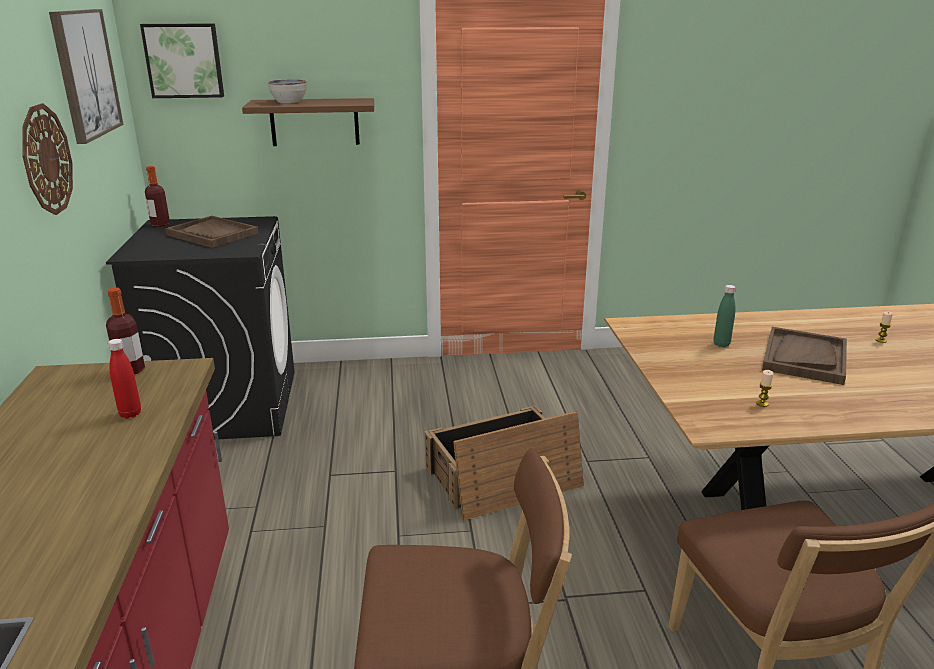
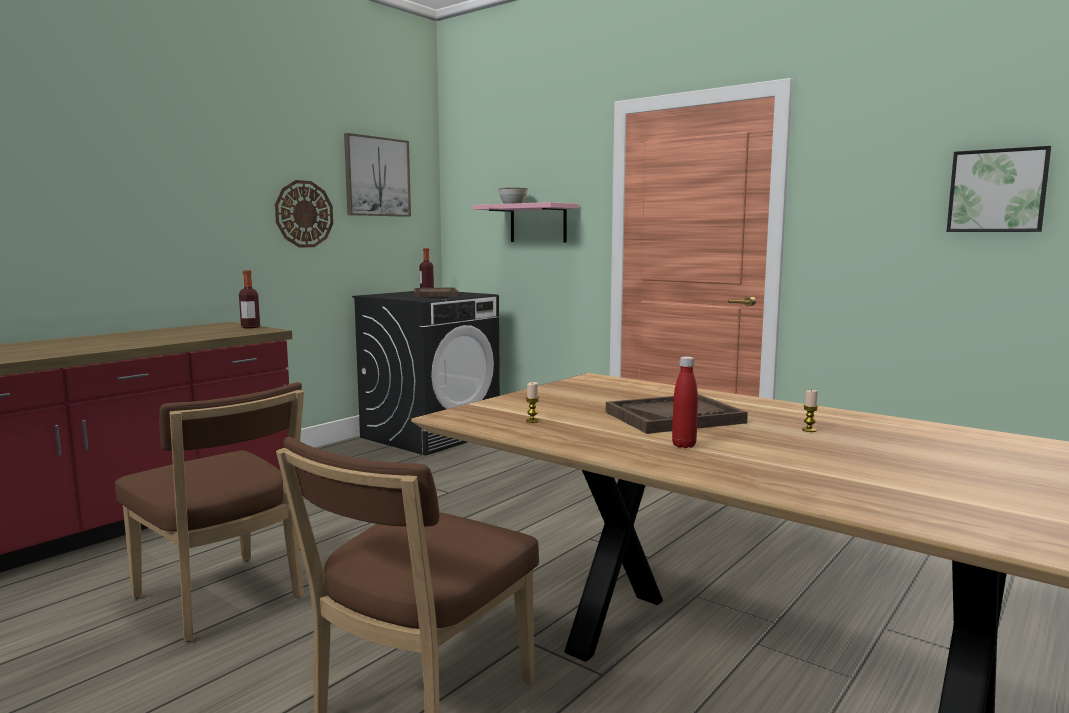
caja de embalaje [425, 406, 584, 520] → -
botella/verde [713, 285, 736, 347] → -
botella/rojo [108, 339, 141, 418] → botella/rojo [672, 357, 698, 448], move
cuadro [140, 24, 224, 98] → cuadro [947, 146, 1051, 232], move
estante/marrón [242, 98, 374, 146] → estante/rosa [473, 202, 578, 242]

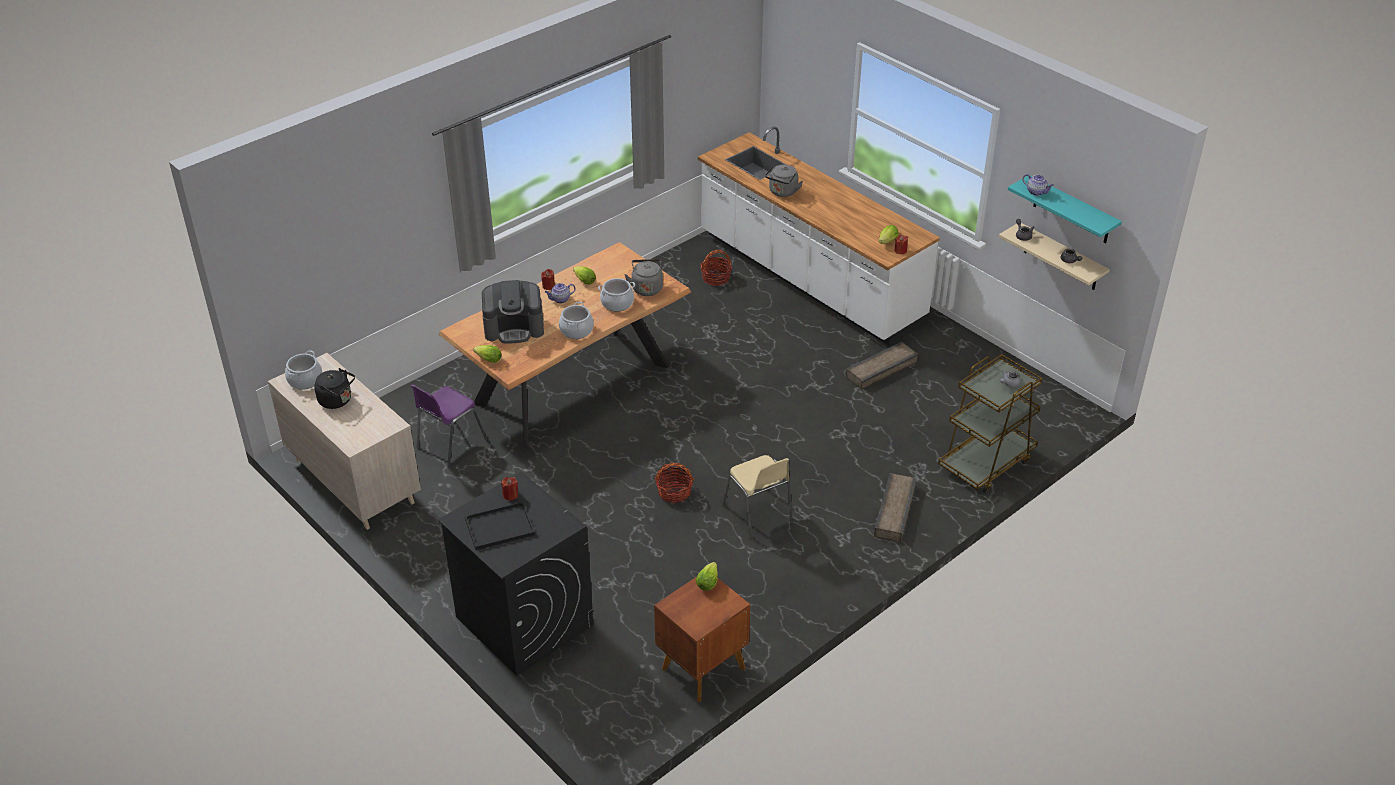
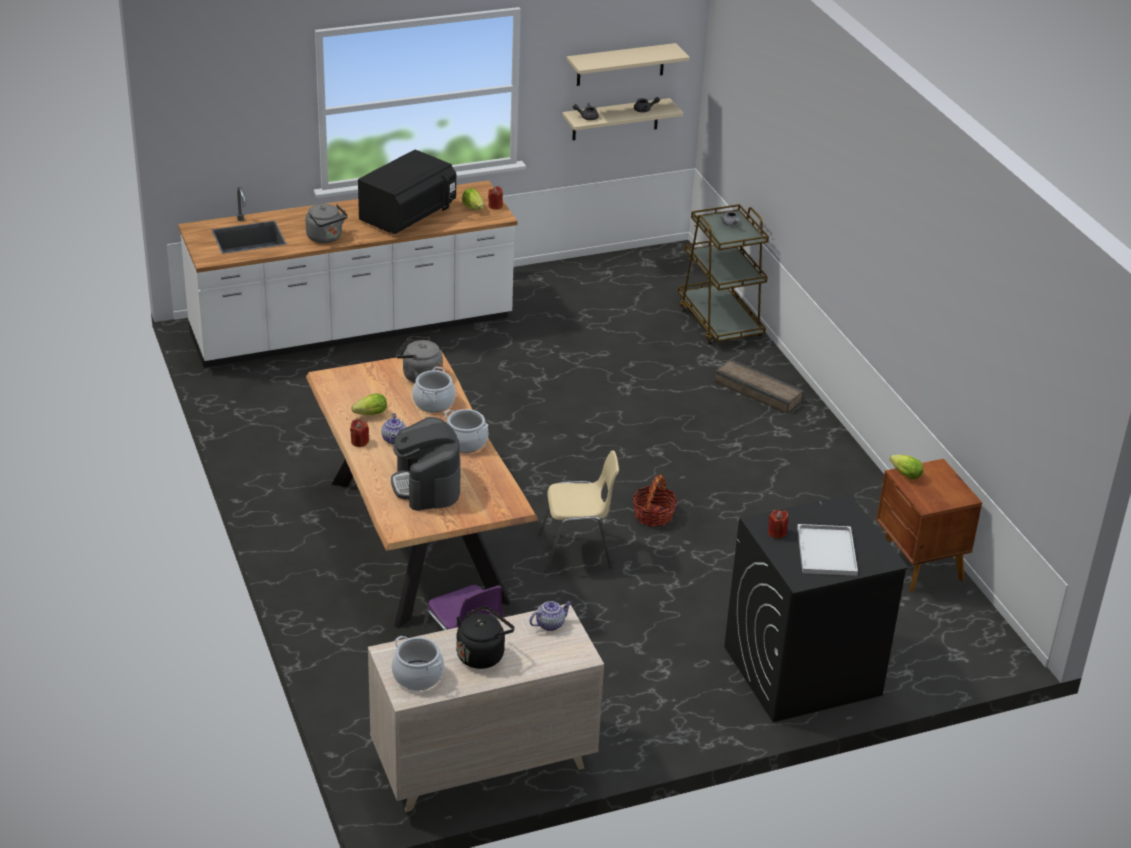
lechuga [473, 345, 502, 363] → -
cesta [700, 249, 732, 286] → -
caja de embalaje [846, 342, 918, 390] → -
- → microondas/negro [358, 150, 456, 234]
silla/beis [722, 455, 793, 540] → silla/beis [539, 450, 619, 573], move
tetera [1023, 174, 1054, 196] → tetera [529, 601, 572, 631], move
bandeja/negro [465, 502, 535, 550] → bandeja/blanco [797, 524, 858, 576]
estante/turquesa [1008, 176, 1122, 243] → estante/beis [566, 43, 690, 86]
cafetera [482, 280, 544, 344] → cafetera [391, 417, 461, 511], 150 degrees clockwise

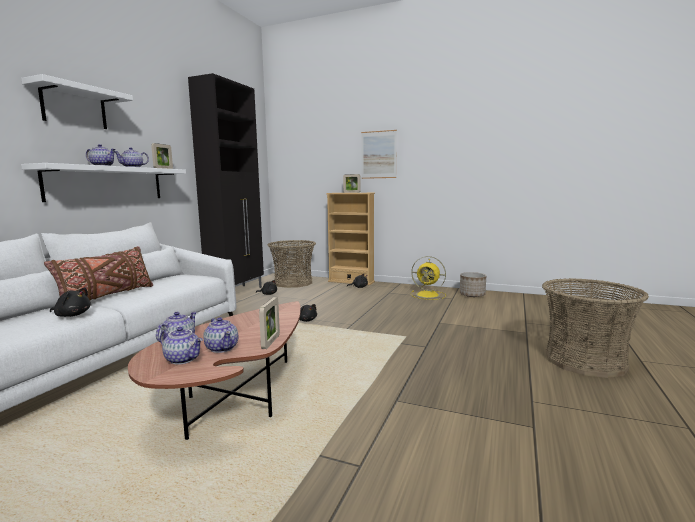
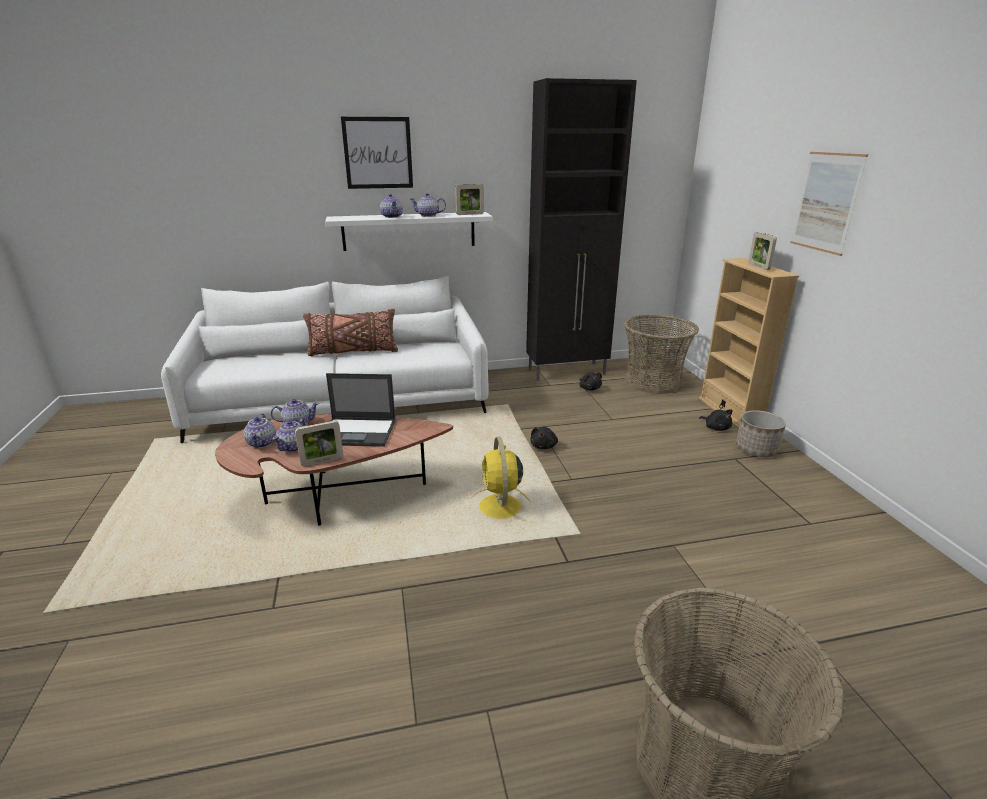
peluche/negro [50, 287, 91, 317] → -
- → portátil [326, 373, 396, 447]
ventilador/amarillo [411, 256, 446, 300] → ventilador/amarillo [471, 437, 531, 519], move
maceta [460, 272, 486, 297] → maceta [736, 410, 786, 457], move
estante/blanco [21, 74, 133, 129] → cuadro [341, 117, 413, 189]

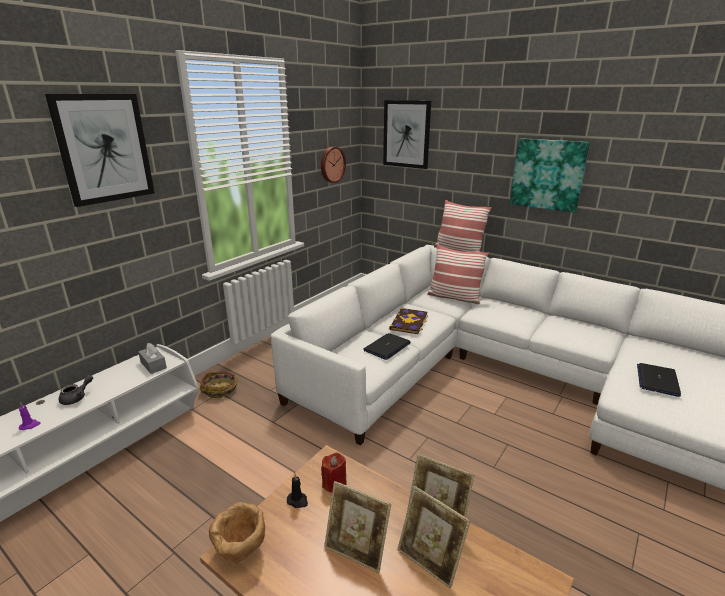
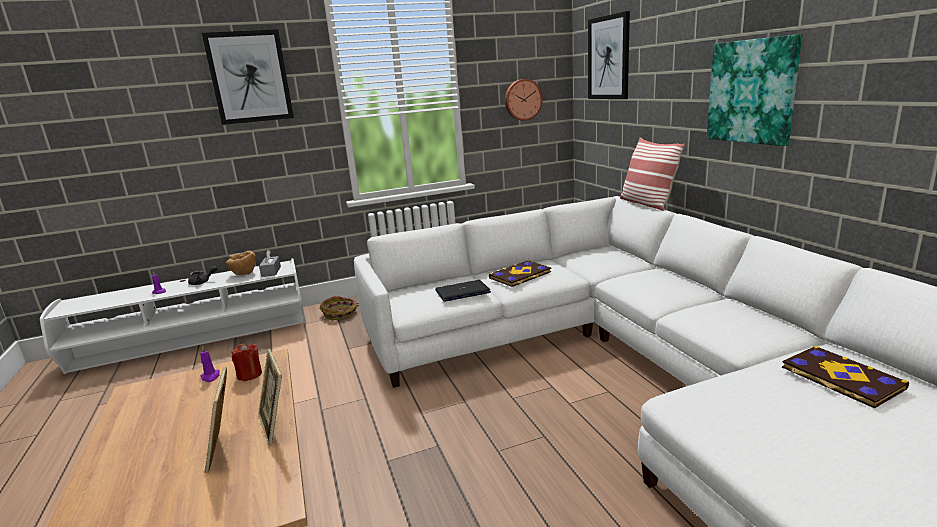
portarretratos [324, 481, 391, 573] → -
cojín [427, 244, 489, 304] → -
portátil [637, 363, 681, 397] → -
- → libro [782, 346, 909, 408]
cuenco/marrón [209, 502, 265, 563] → cuenco/marrón [226, 251, 256, 275], move
vela/negro [287, 474, 308, 508] → vela/morado [200, 346, 220, 382]

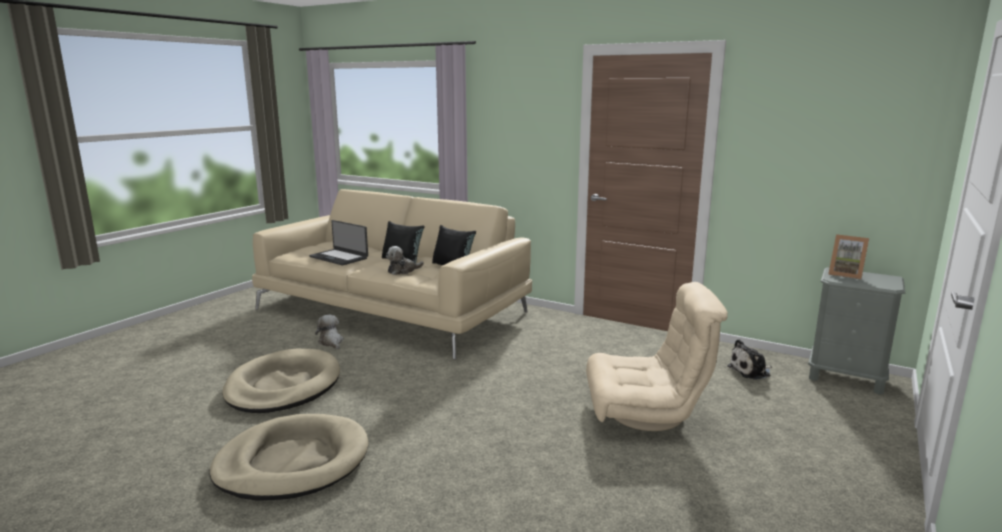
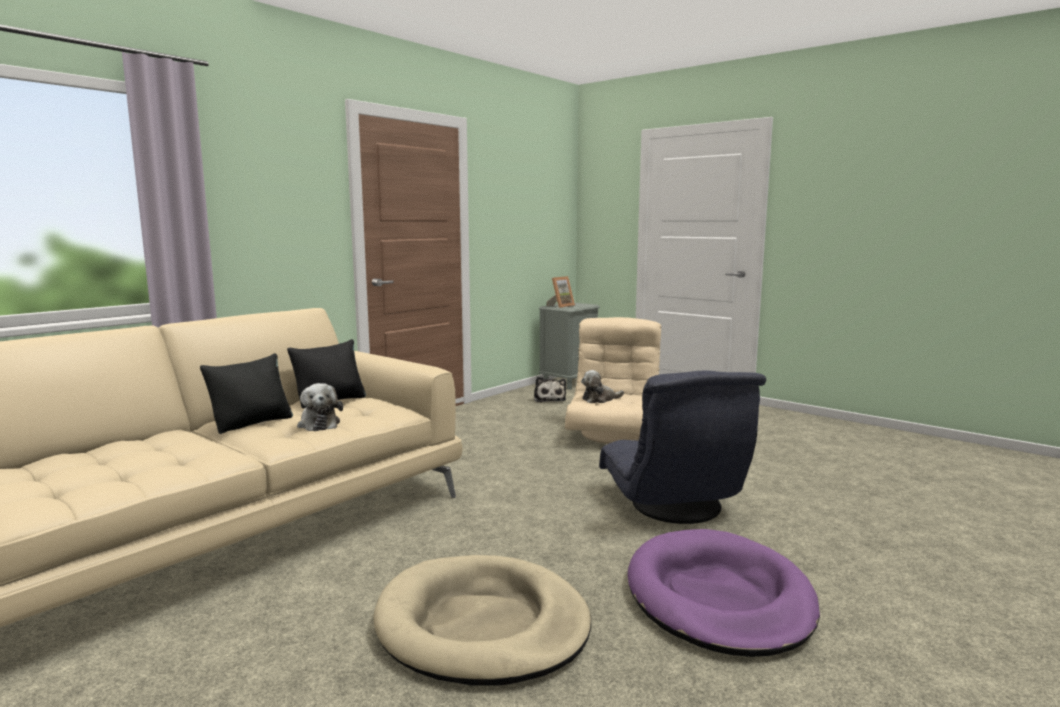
portátil [309, 220, 368, 266] → -
- → sillón/gris [599, 370, 766, 524]
peluche [315, 315, 344, 349] → peluche [581, 370, 624, 403], move
cama para perro/beis [209, 414, 369, 500] → cama para perro/morado [627, 529, 820, 657]

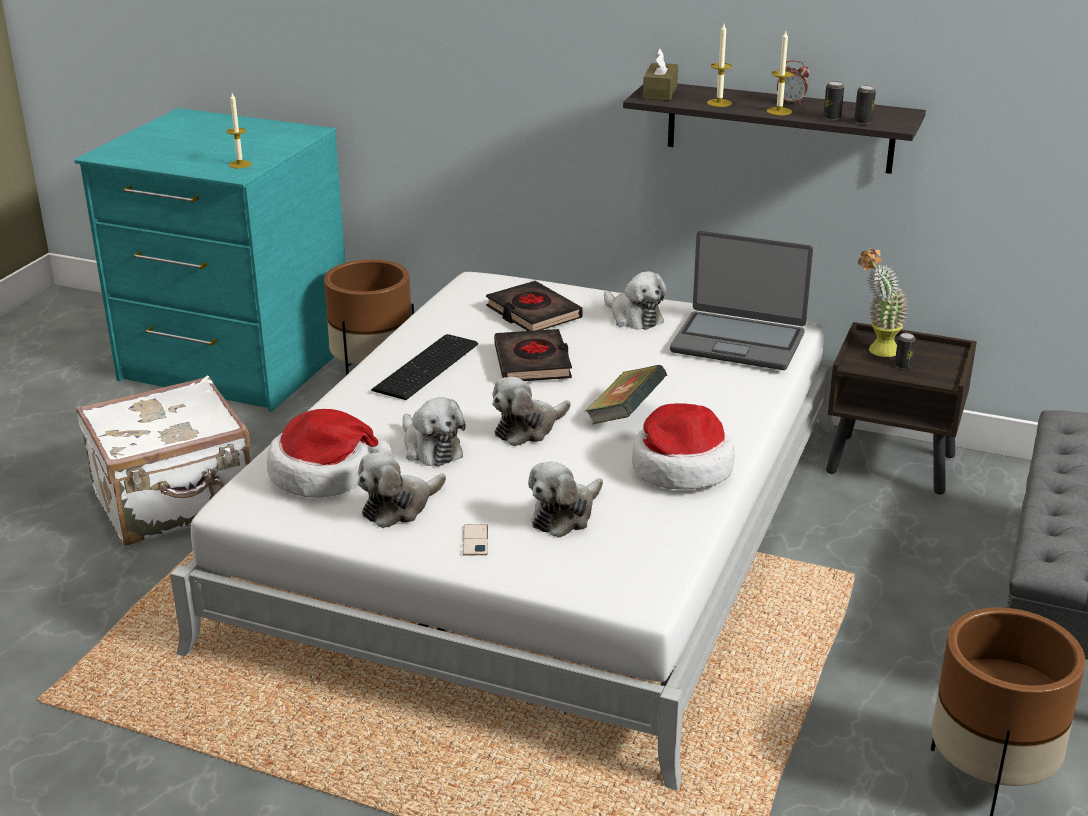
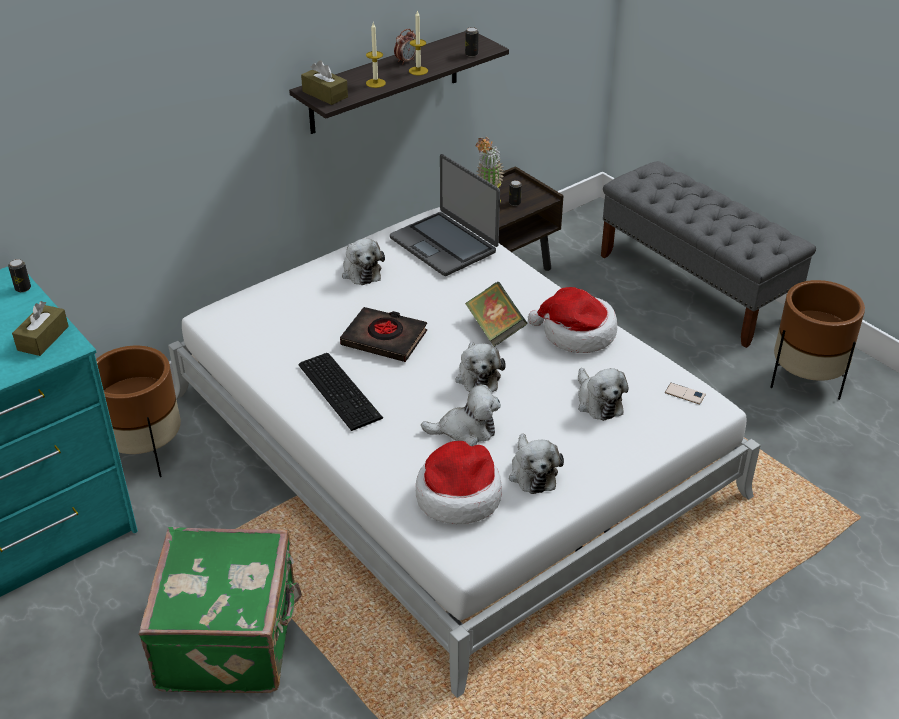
libro/negro [486, 281, 583, 331] → -
móvil [463, 524, 488, 556] → móvil [665, 383, 706, 404], move
lata [823, 81, 844, 120] → lata [8, 259, 31, 292], move
vela [226, 93, 252, 168] → caja de pañuelos/marrón [12, 301, 69, 356]
maleta/blanco [76, 375, 251, 545] → maleta/verde [139, 527, 302, 693]
peluche [604, 271, 667, 330] → peluche [342, 238, 385, 285], 75 degrees clockwise
portátil [670, 231, 813, 370] → portátil [390, 154, 500, 276], 90 degrees clockwise

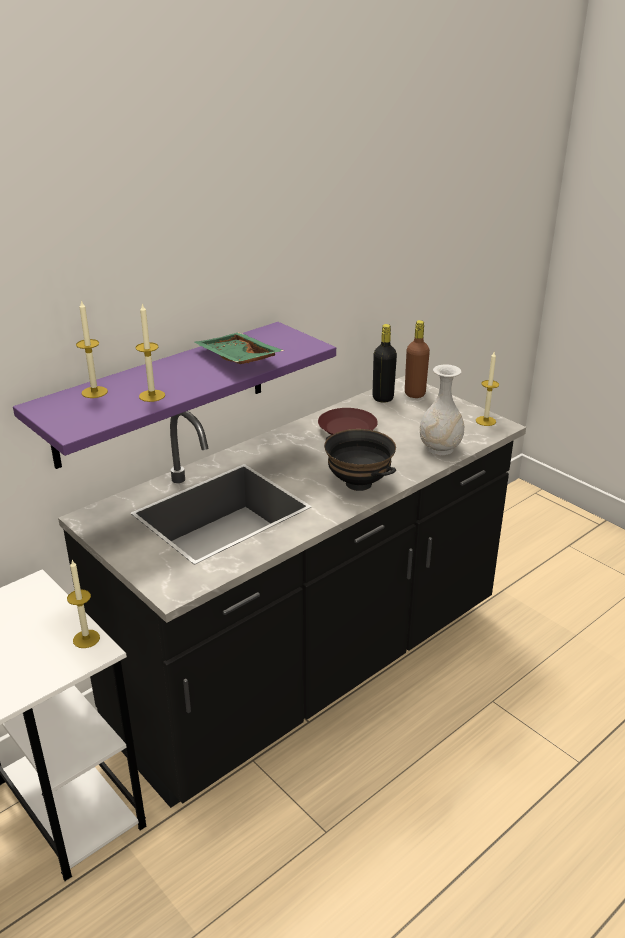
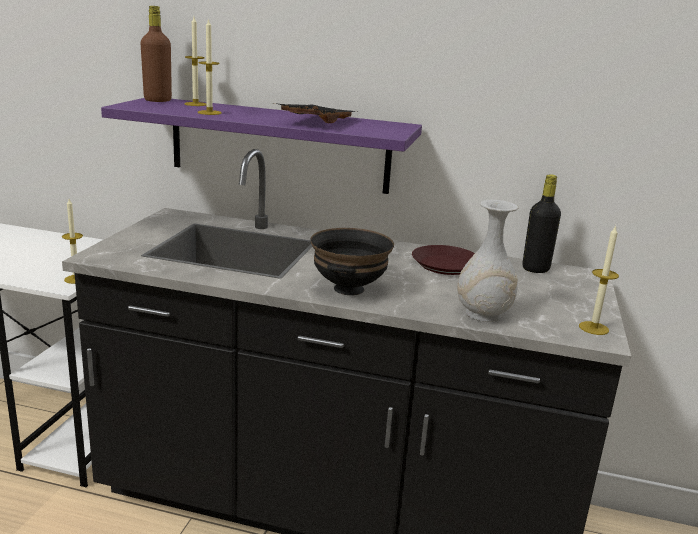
botella/marrón [405, 320, 430, 398] → botella/marrón [140, 6, 172, 102], move
bandeja/verde [194, 333, 284, 364] → bandeja/negro [275, 103, 356, 123]

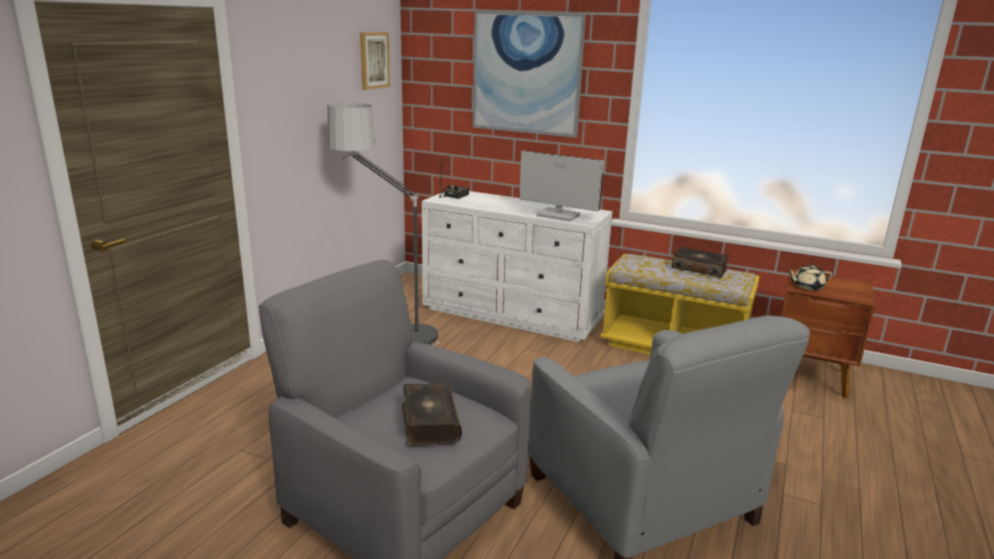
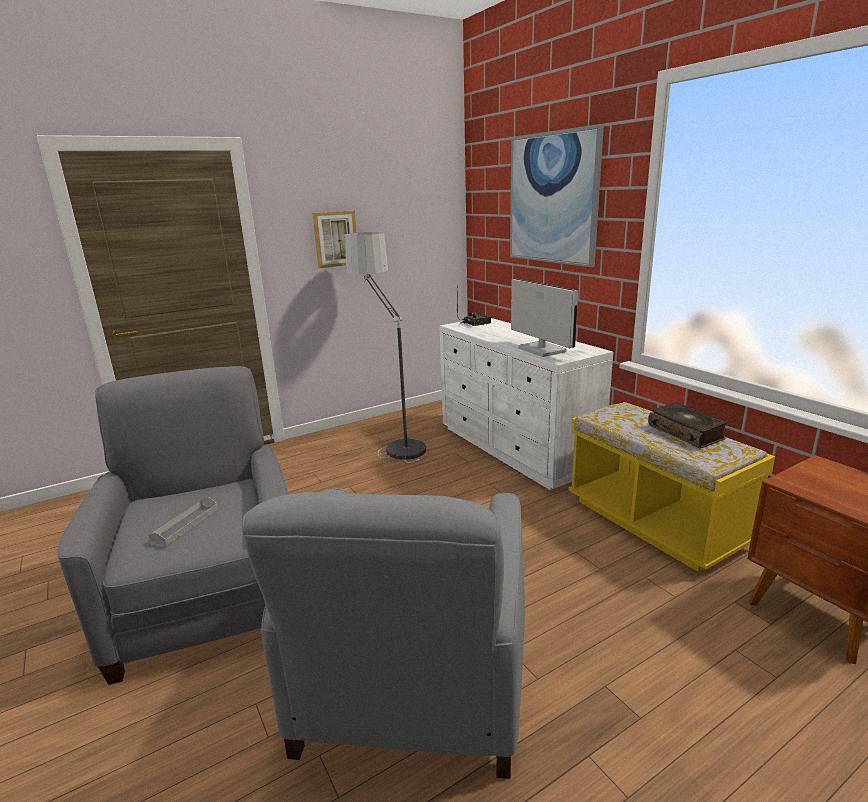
tetera/beis [787, 265, 832, 291] → -
cuadro [360, 32, 390, 90] → cuadro [312, 211, 356, 268], move
libro [402, 383, 462, 446] → bandeja/gris [148, 497, 218, 546]

